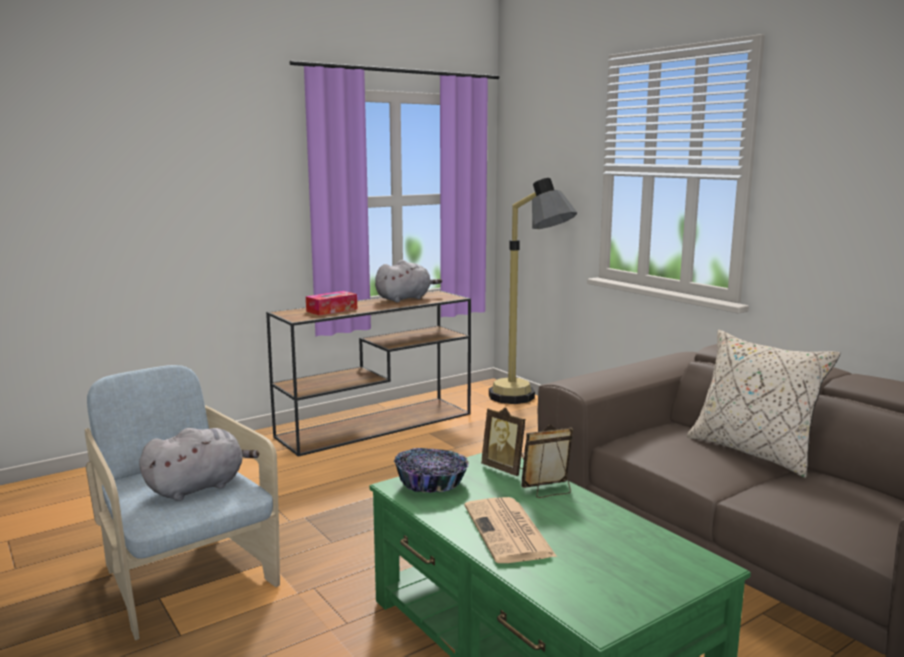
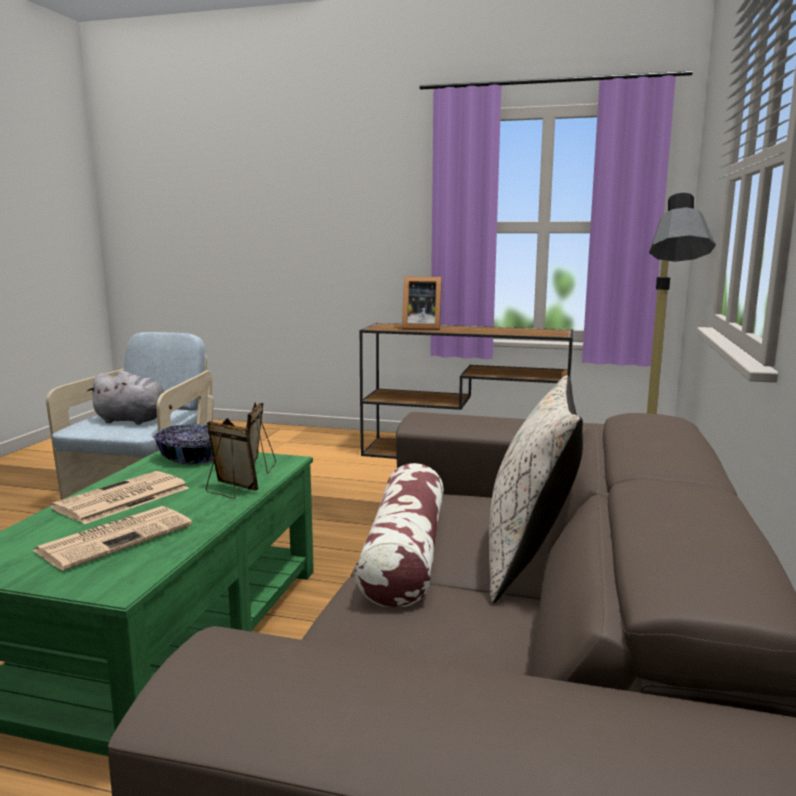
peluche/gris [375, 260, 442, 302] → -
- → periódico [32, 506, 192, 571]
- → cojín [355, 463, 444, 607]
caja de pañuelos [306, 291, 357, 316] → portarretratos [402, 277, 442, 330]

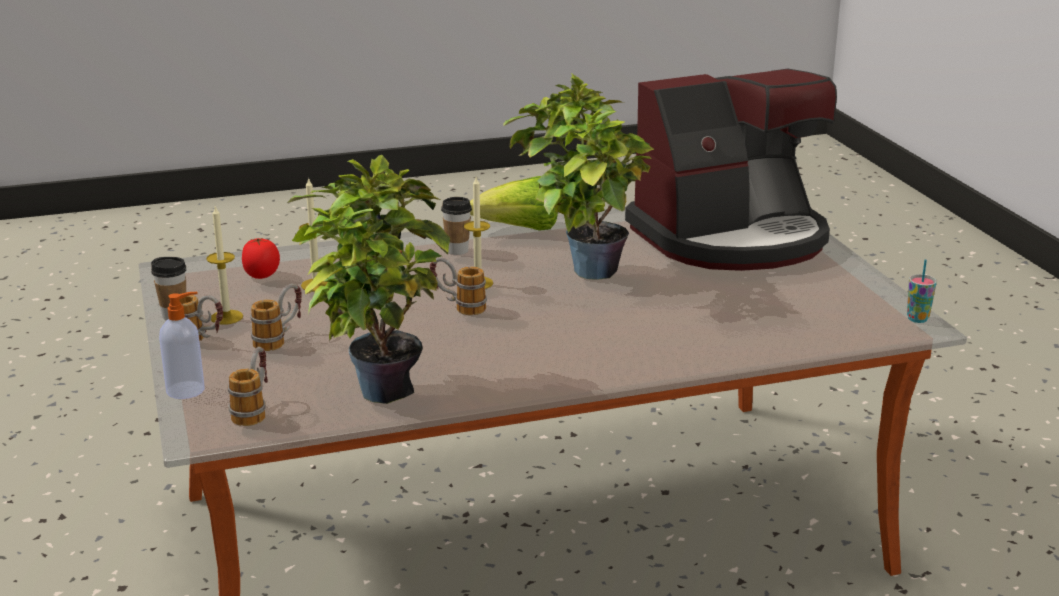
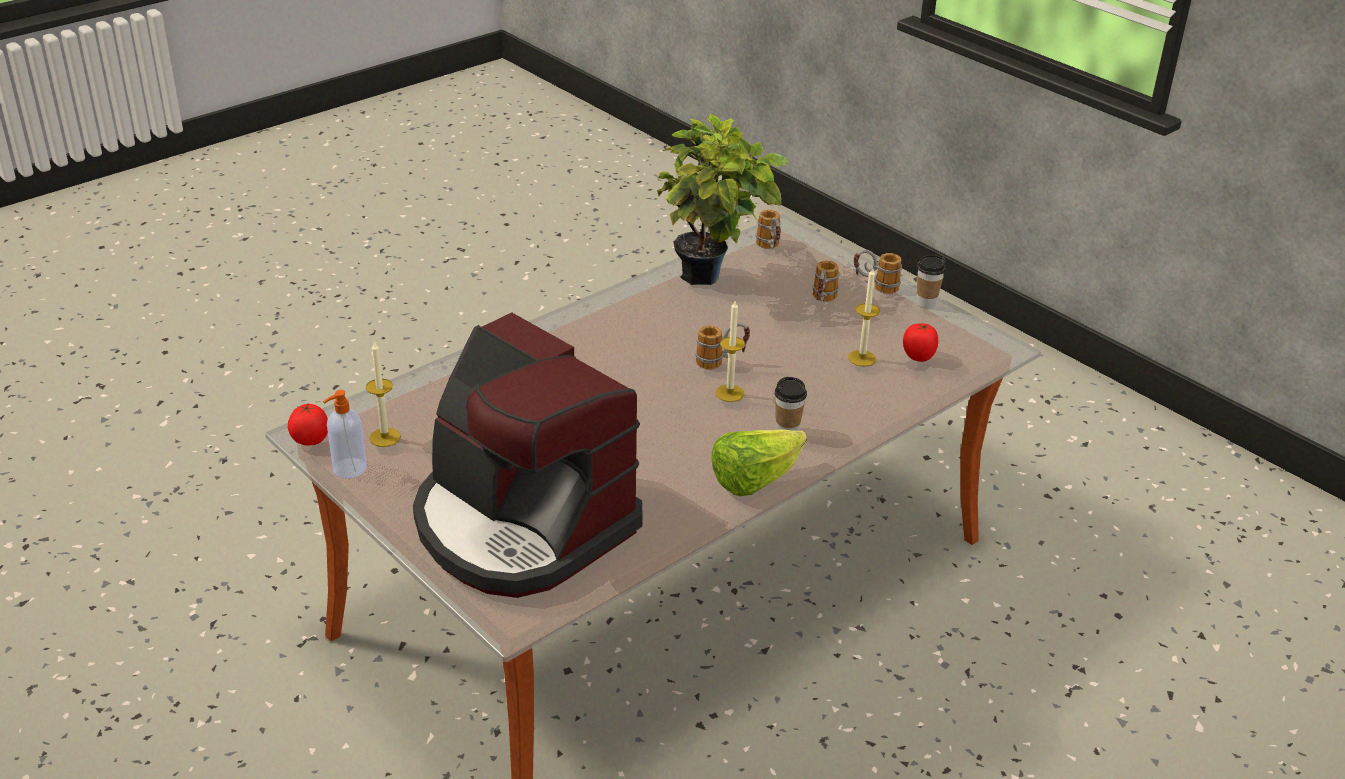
planta en maceta [503, 73, 654, 280] → -
dispensador de jabón [159, 292, 205, 399] → dispensador de jabón [323, 390, 367, 478], move
vela [206, 207, 243, 325] → vela [366, 341, 400, 447], move
taza [907, 259, 937, 323] → tomate [288, 402, 328, 445]
cafetera [625, 69, 837, 271] → cafetera [413, 313, 643, 598], 90 degrees counterclockwise

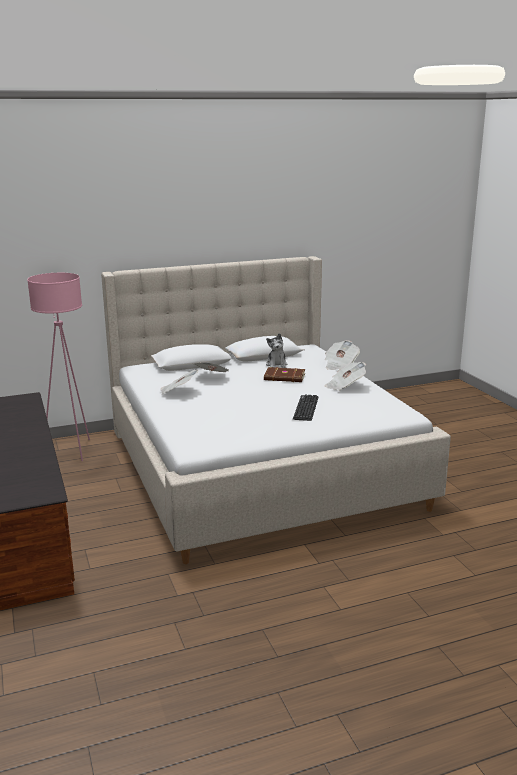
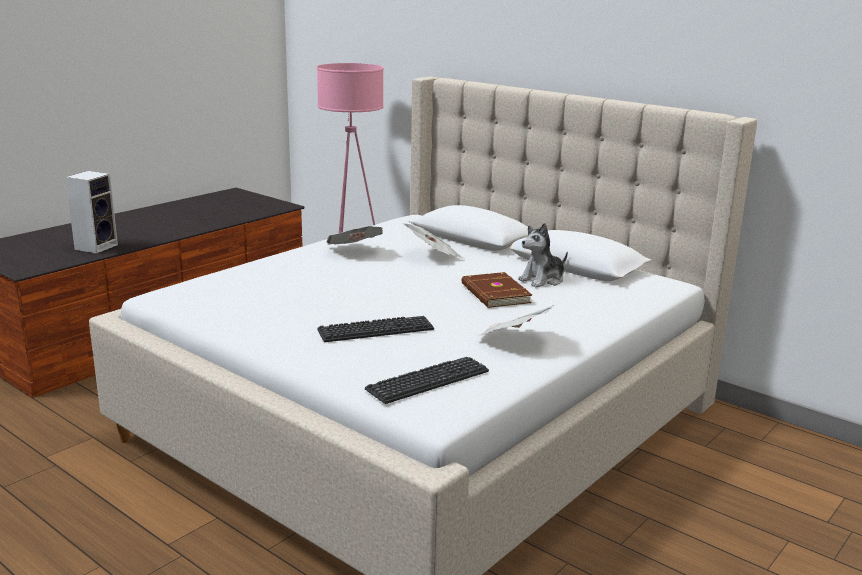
periódico [324, 340, 360, 370] → -
- → altavoz [65, 171, 118, 254]
- → teclado [365, 357, 489, 404]

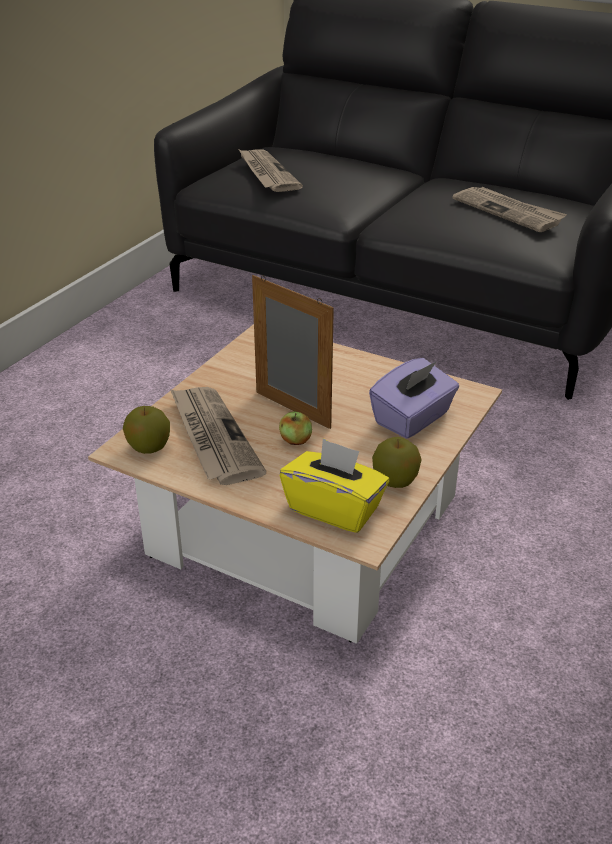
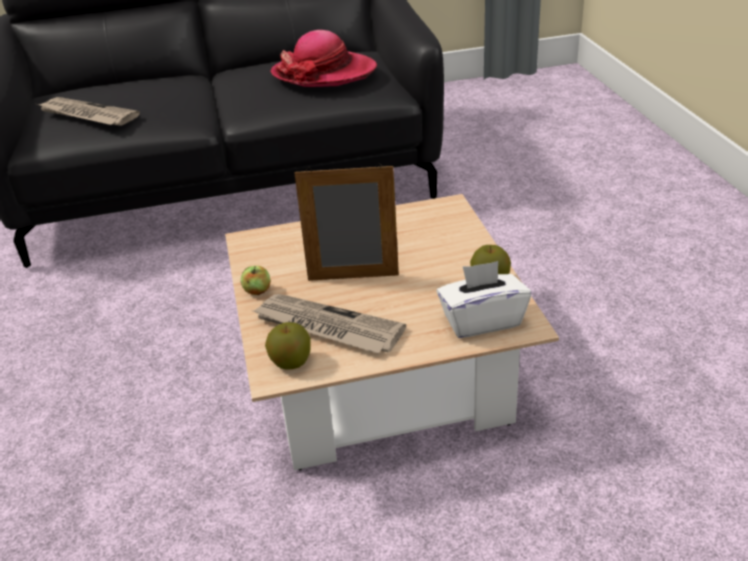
caja de pañuelos/morado [369, 358, 459, 439] → -
manzana [279, 411, 312, 445] → manzana [241, 266, 271, 295], move
periódico [453, 187, 567, 232] → sombrero [271, 30, 377, 87]
caja de pañuelos/amarillo [280, 438, 389, 533] → caja de pañuelos/blanco [436, 261, 531, 338]

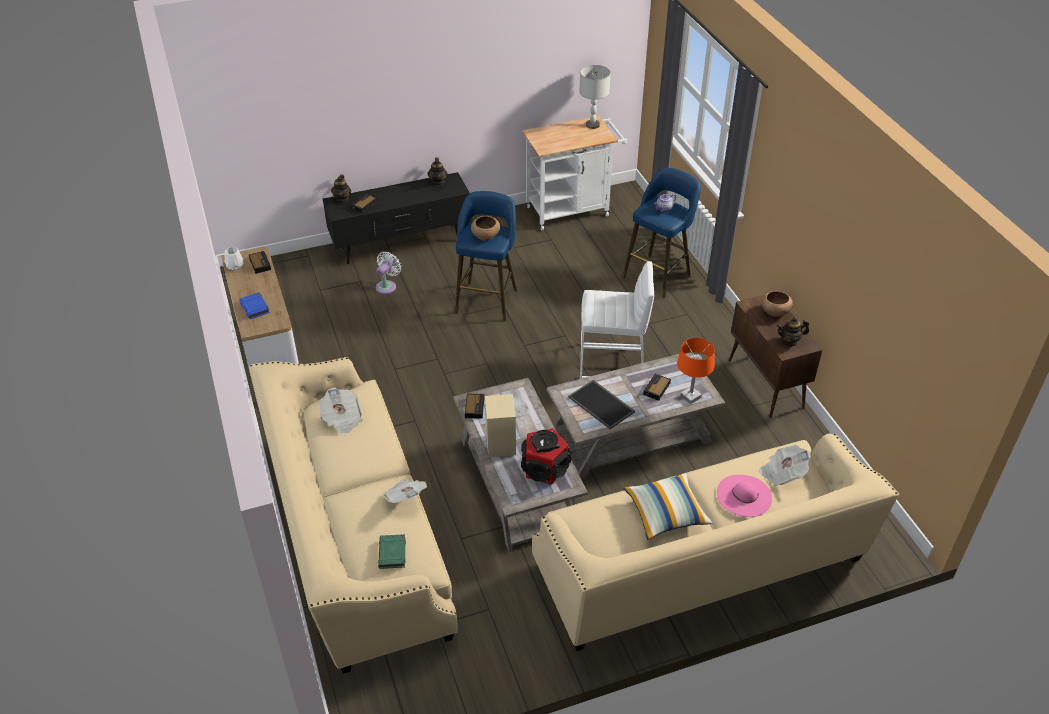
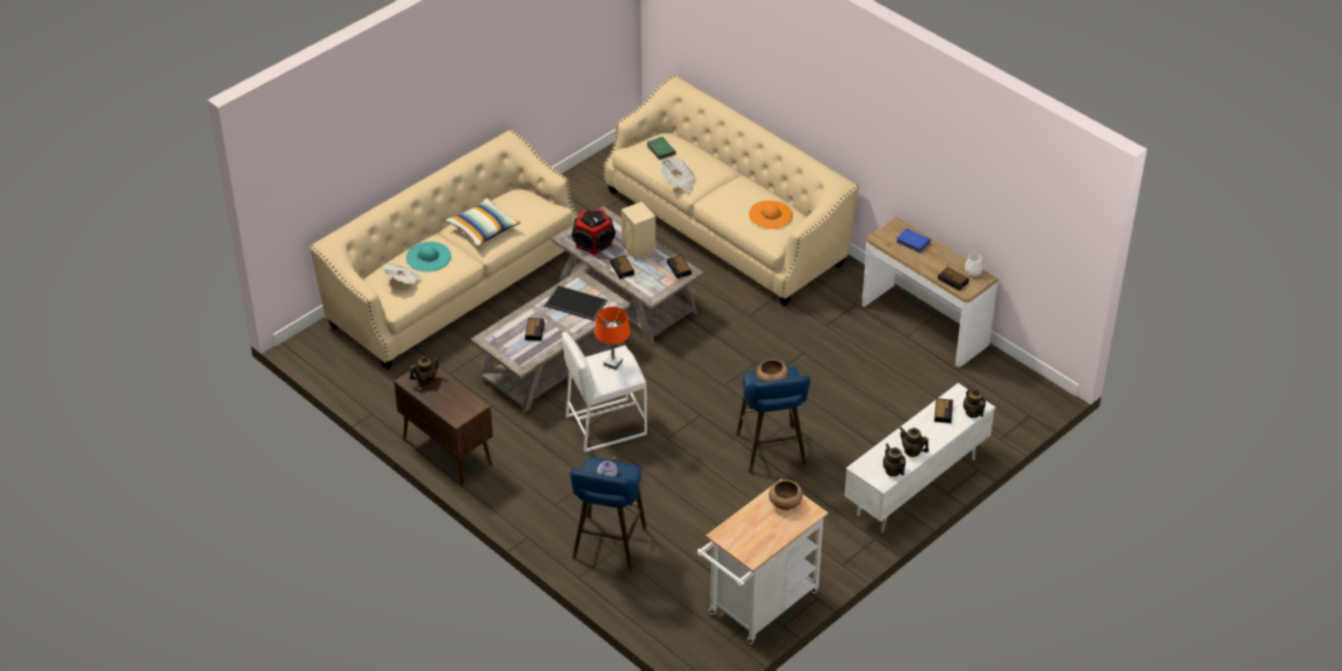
ventilador/blanco [376, 251, 401, 294] → -
lámpara de mesa/gris [579, 65, 611, 129] → -
- → despertador [610, 255, 634, 279]
- → tetera [899, 427, 929, 457]
lámpara de mesa/naranja [677, 338, 715, 404] → lámpara de mesa/naranja [595, 307, 630, 370], move
cuenco/marrón [761, 291, 793, 317] → cuenco/marrón [769, 480, 803, 510], move
periódico [319, 387, 363, 435] → sombrero/naranja [749, 200, 793, 229]
mueble de televisión/negro [323, 172, 471, 264] → mueble de televisión/blanco [845, 383, 995, 533]
sombrero/rosa [717, 475, 772, 517] → sombrero/turquesa [406, 242, 451, 272]

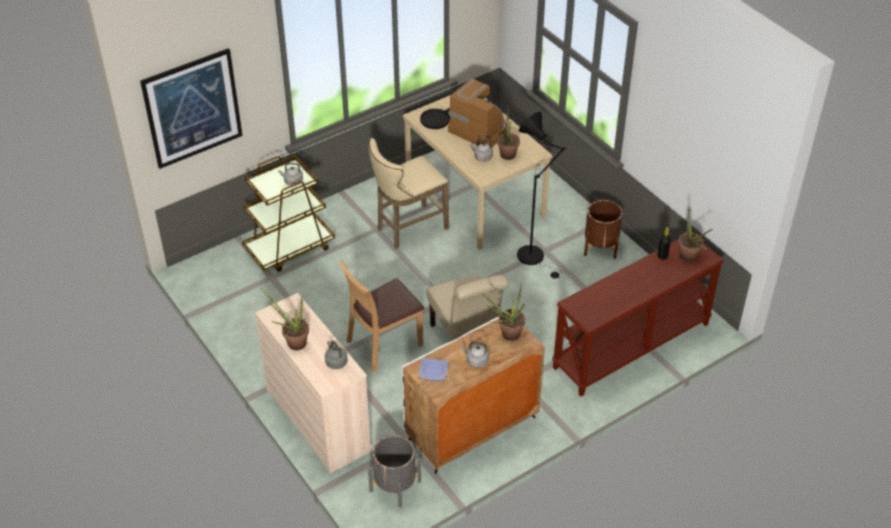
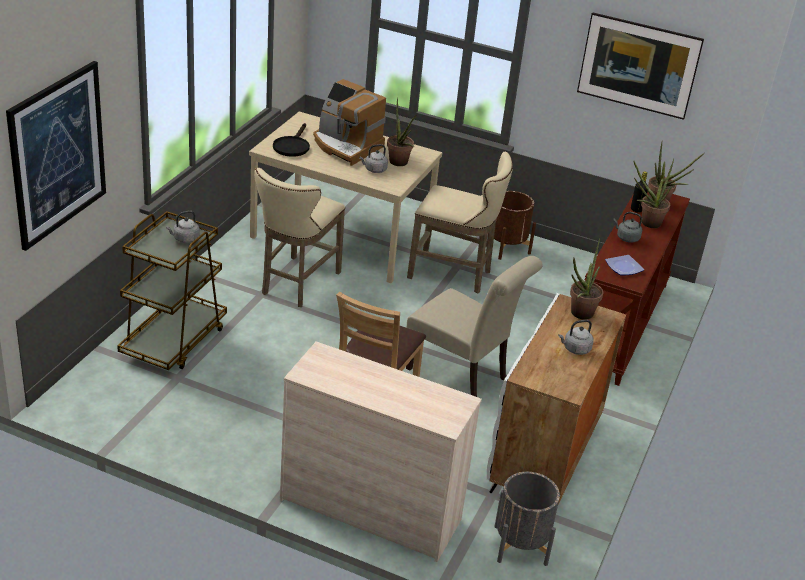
- → cuadro [577, 12, 704, 120]
planta en maceta [260, 288, 309, 350] → planta en maceta [634, 159, 674, 228], move
hervidor/gris [325, 341, 348, 369] → hervidor/gris [613, 212, 642, 243], move
plato [419, 358, 448, 381] → plato [605, 255, 644, 275], move
lámpara de pie/negro [517, 112, 566, 279] → taburete/beis [407, 152, 513, 294]
cafetera [448, 78, 507, 147] → cafetera [313, 79, 386, 166], 150 degrees counterclockwise

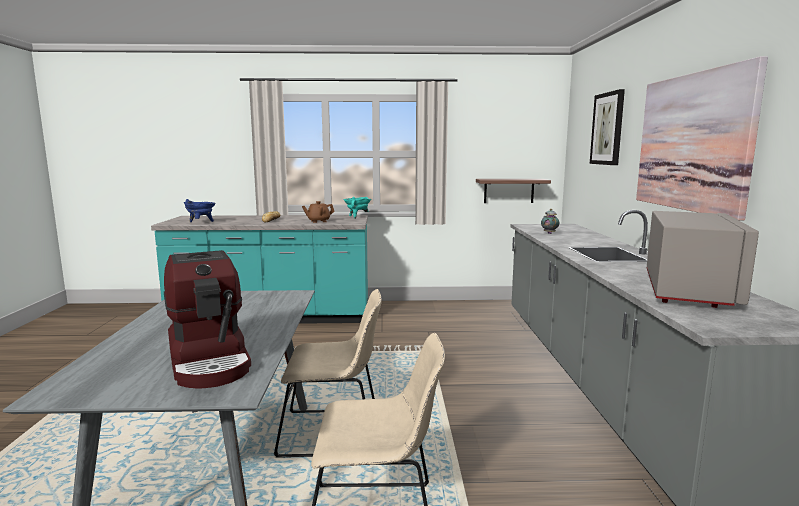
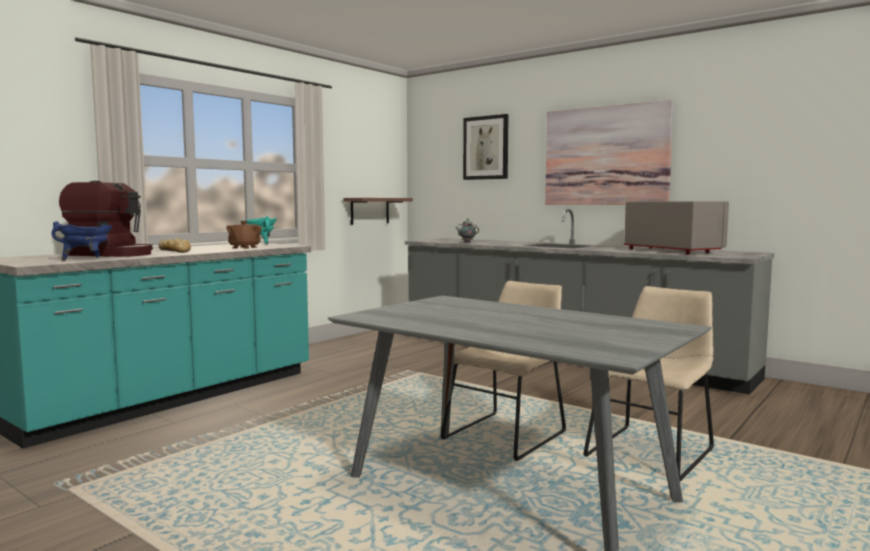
cafetera [164, 250, 251, 389] → cafetera [59, 181, 153, 257], move

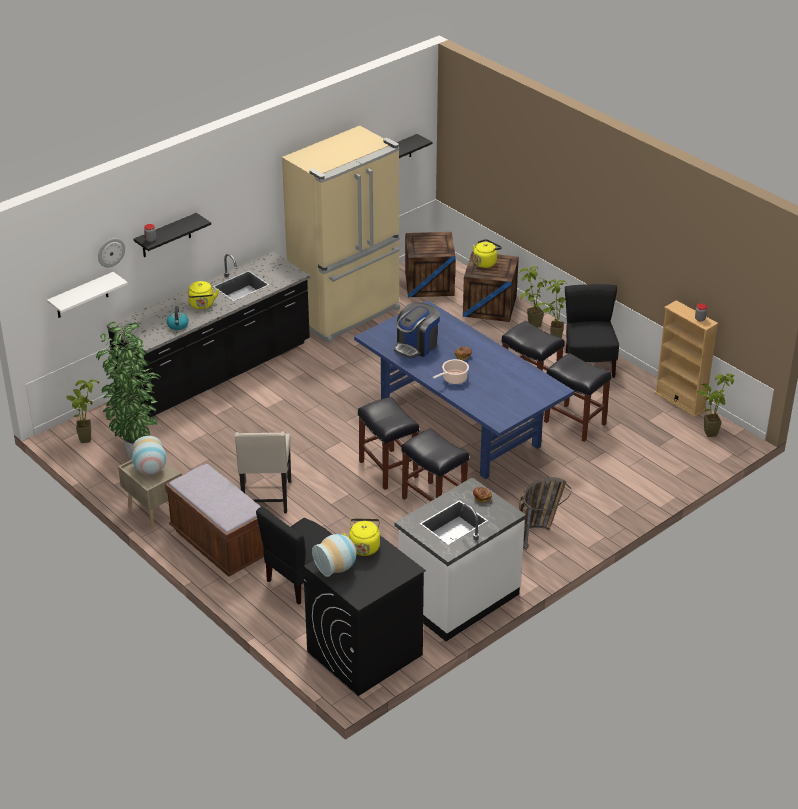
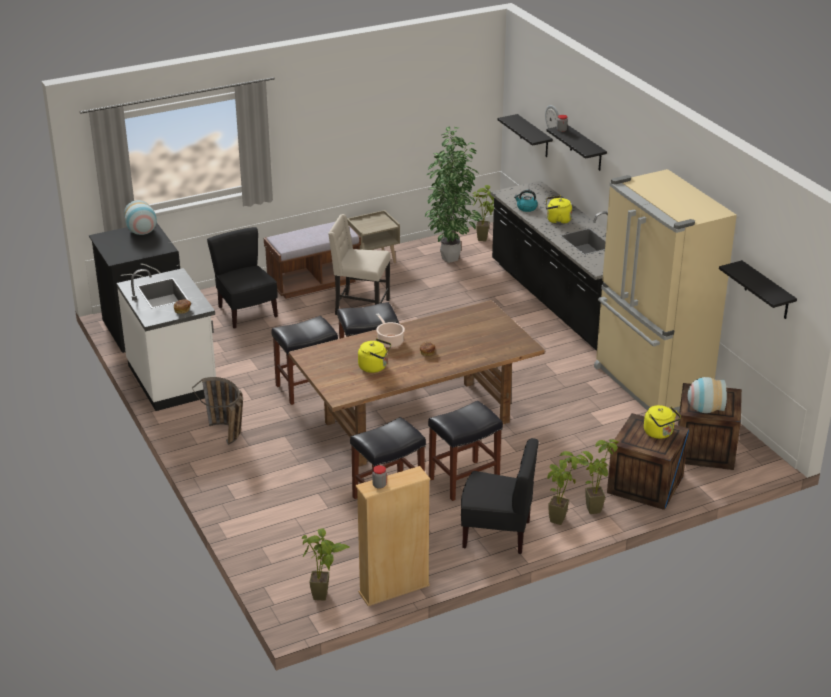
cafetera [394, 302, 440, 359] → -
florero [132, 436, 166, 475] → florero [688, 377, 727, 413], move
hervidor/amarillo [342, 518, 380, 556] → hervidor/amarillo [358, 338, 391, 373], move
estante/blanco [47, 272, 128, 318] → estante/negro [498, 114, 553, 157]
mesa de comedor/azul [354, 300, 574, 479] → mesa de comedor/marrón [289, 300, 545, 467]

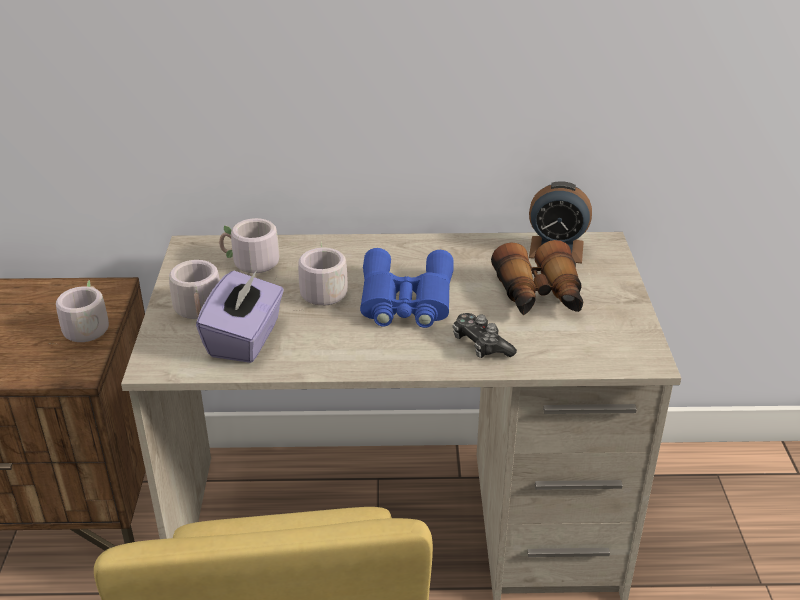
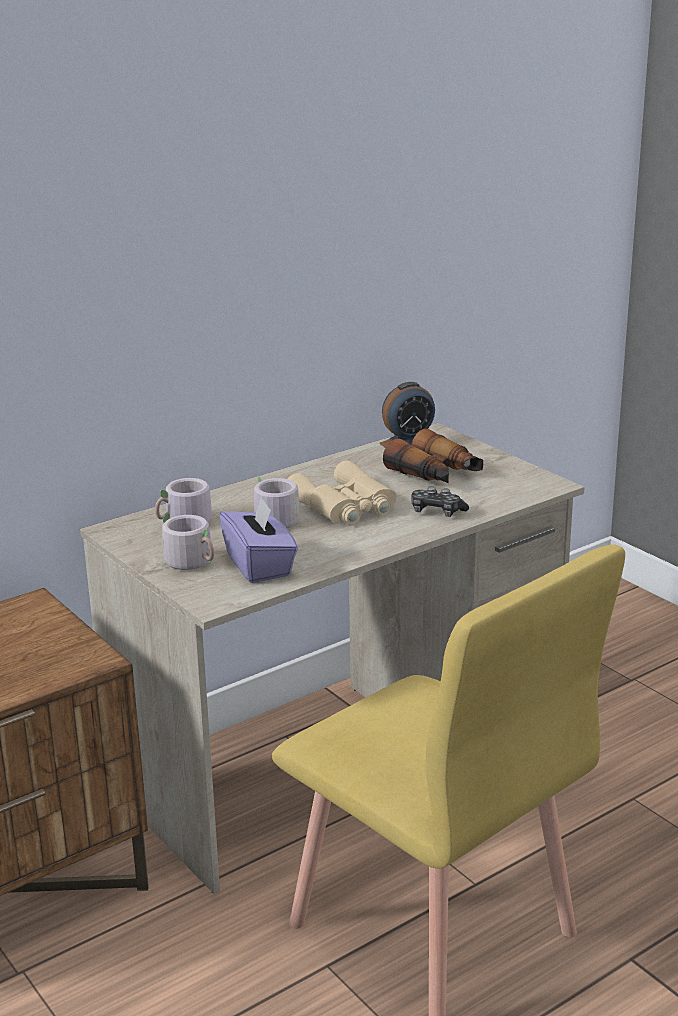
taza grande/gris [51, 280, 109, 344] → -
prismáticos/azul [360, 248, 454, 328] → prismáticos/beis [288, 460, 397, 524]

